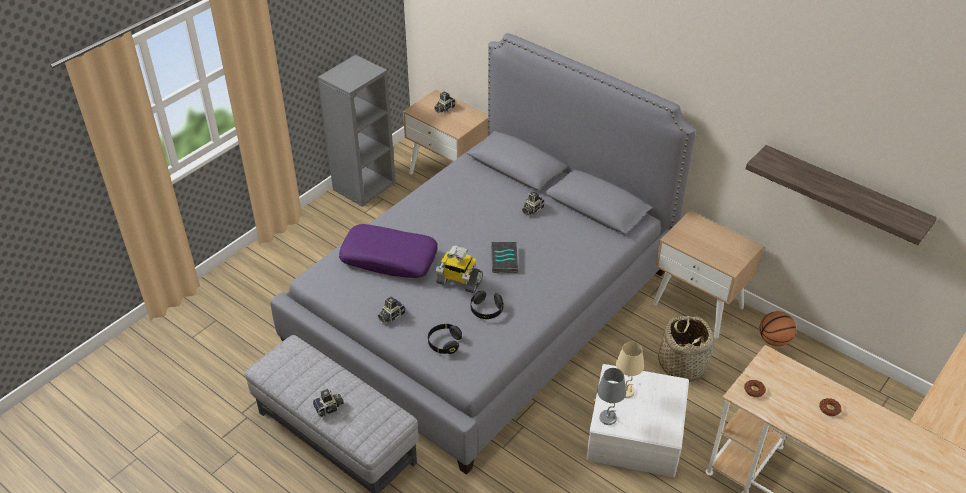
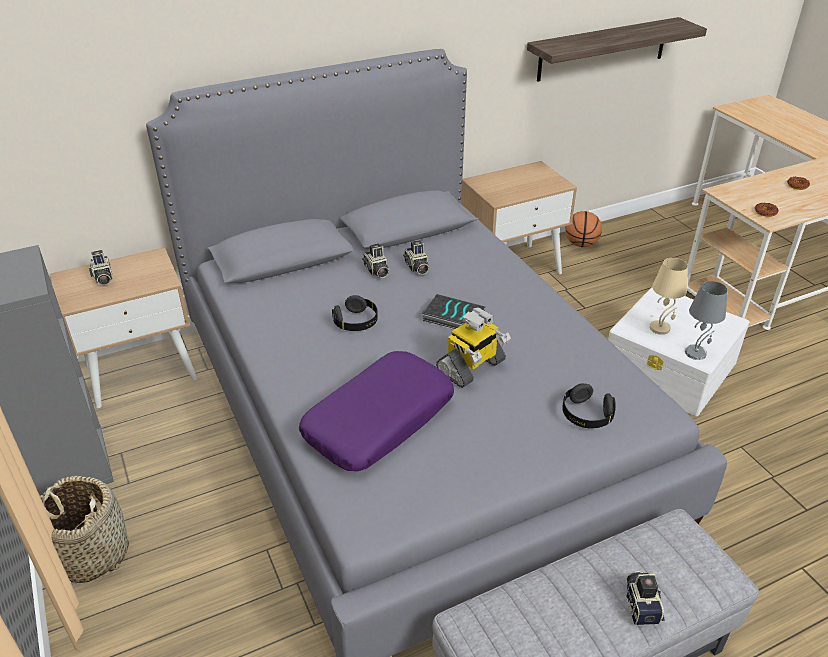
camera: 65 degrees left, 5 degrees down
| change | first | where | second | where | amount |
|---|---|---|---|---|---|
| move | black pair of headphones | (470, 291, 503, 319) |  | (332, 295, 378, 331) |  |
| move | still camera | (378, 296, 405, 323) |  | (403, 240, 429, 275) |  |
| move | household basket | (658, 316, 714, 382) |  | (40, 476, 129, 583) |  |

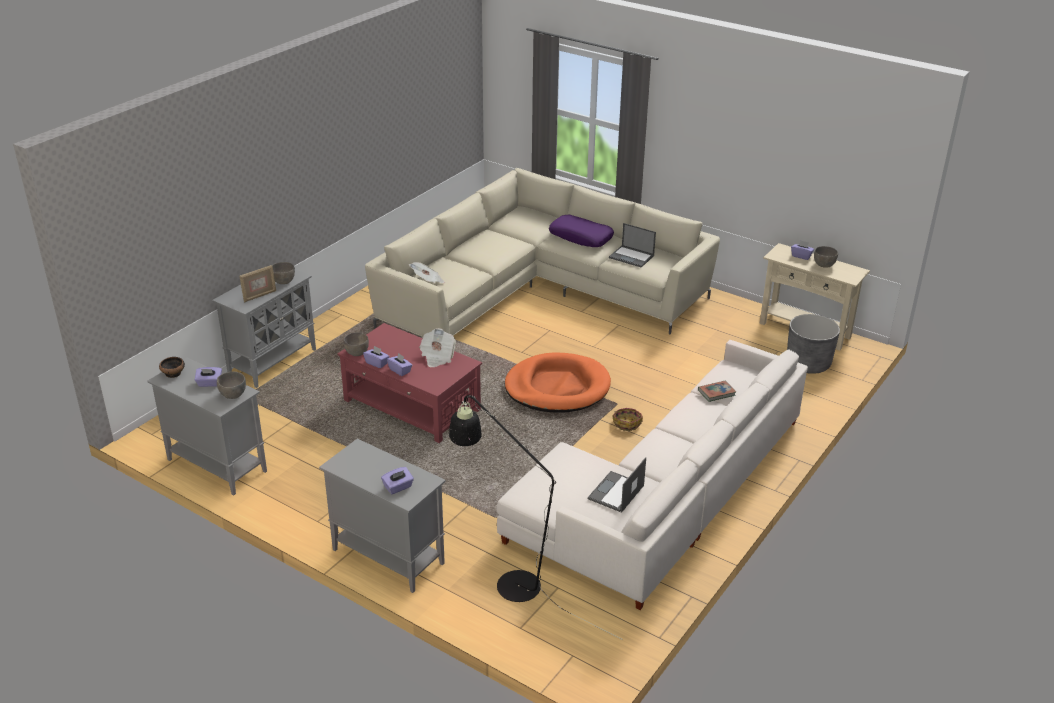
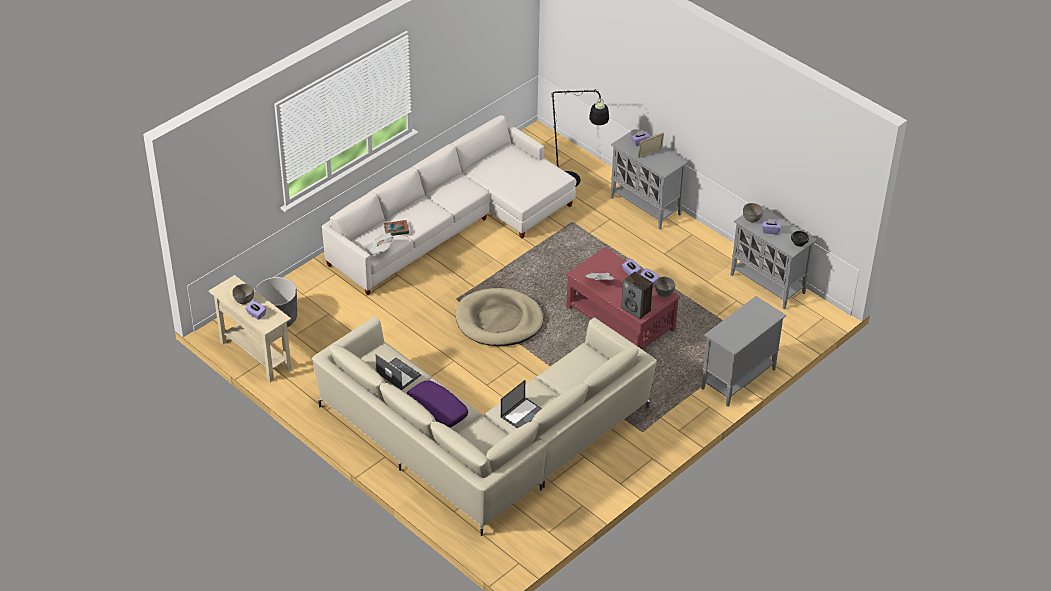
camera: 170 degrees left, 10 degrees up
| change | first | where | second | where | amount |
|---|---|---|---|---|---|
| delete | greyish deep dish | (272, 262, 295, 284) |  |  |  |
| move | printed paper | (409, 262, 445, 283) |  | (365, 233, 394, 256) |  |
| move | picture frame | (239, 265, 277, 302) |  | (638, 132, 664, 158) |  |
| recolor | orangey dog cushion | (505, 352, 611, 413) | sand-coloured dog cushion | (455, 288, 543, 346) |  |
| delete | household basket | (613, 408, 643, 431) |  |  |  |
| move | laptop | (588, 457, 646, 513) |  | (501, 380, 542, 429) |  |
| insert |  |  | speaker | (621, 272, 653, 319) |  |

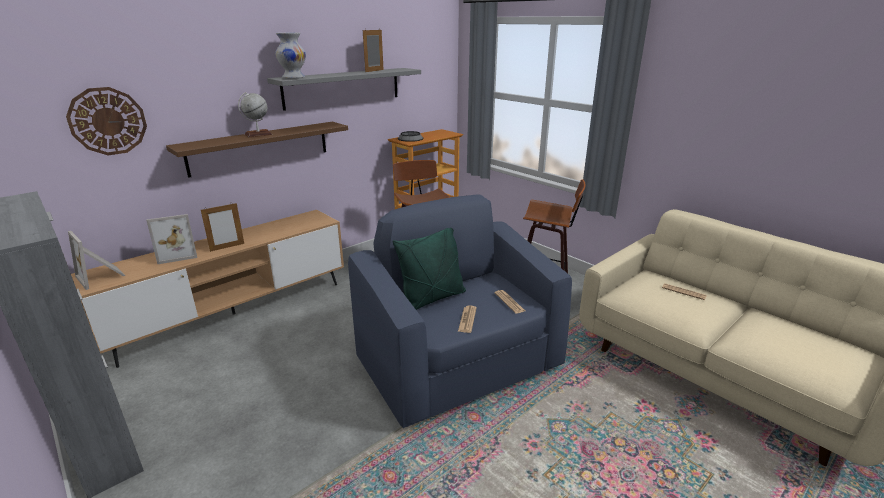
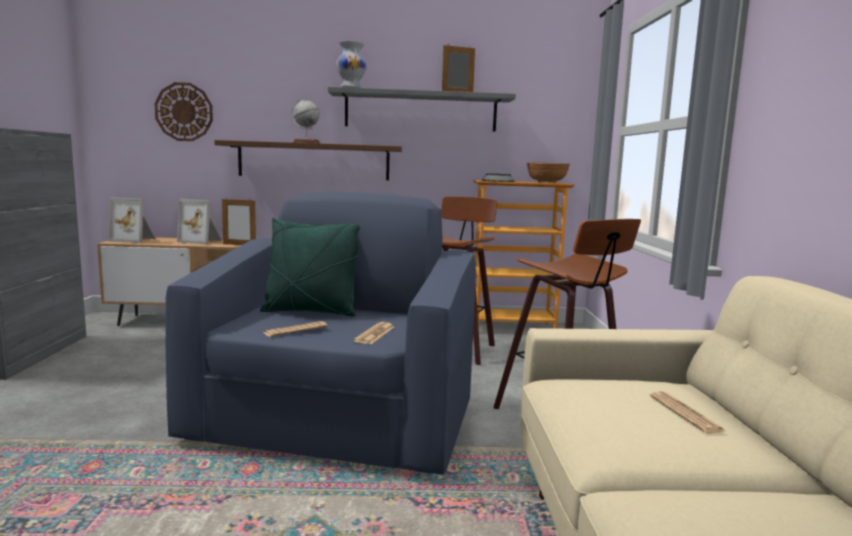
camera: 40 degrees right, 15 degrees down
| change | first | where | second | where | amount |
|---|---|---|---|---|---|
| rotate | picture frame | (68, 231, 126, 290) |  | (108, 197, 156, 243) | 75 degrees counterclockwise |
| insert |  |  | brown-coloured deep dish | (527, 162, 570, 183) |  |

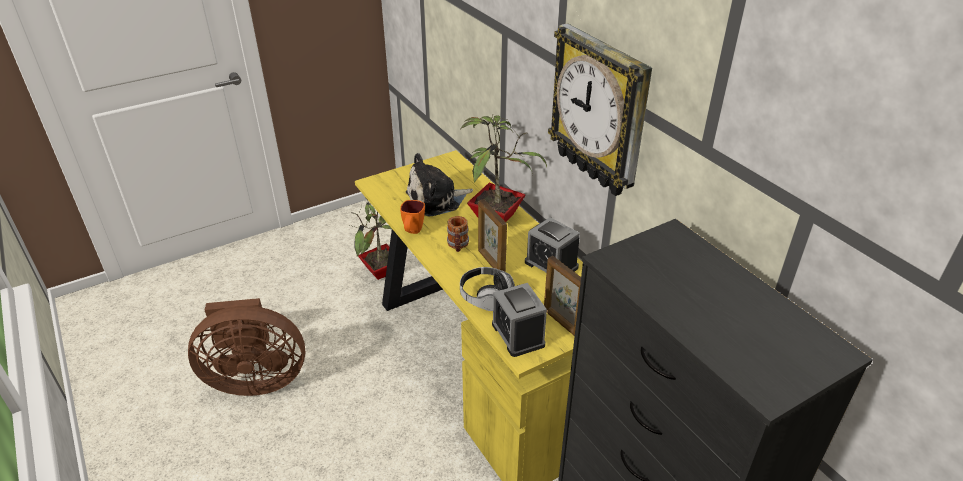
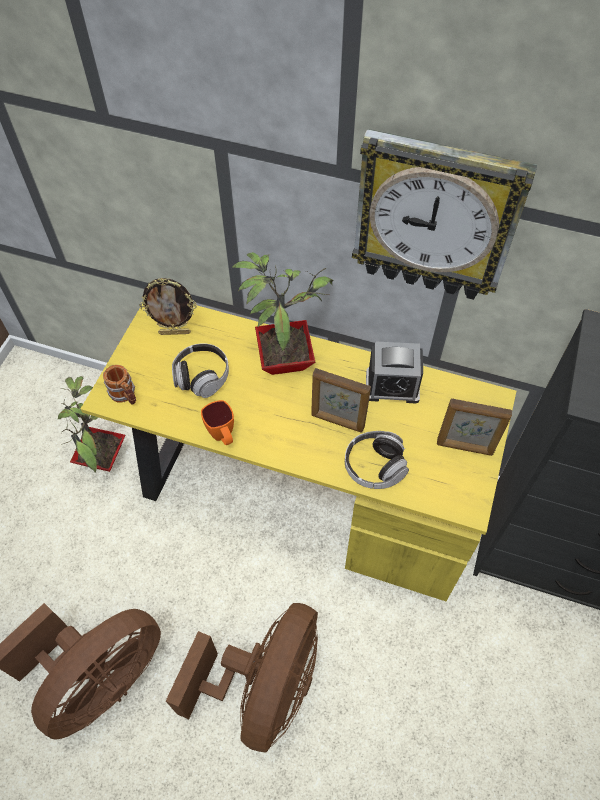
camera: 40 degrees left, 20 degrees up
| change | first | where | second | where | amount |
|---|---|---|---|---|---|
| replace | cuddly toy | (406, 153, 473, 217) | pair of headphones | (172, 343, 229, 398) |  |
| move | coffee mug | (447, 216, 469, 252) |  | (103, 365, 136, 405) |  |
| delete | bedside clock | (492, 283, 547, 357) |  |  |  |
| insert |  |  | picture frame | (139, 278, 197, 335) |  |
| insert |  |  | brown-coloured fan | (166, 603, 318, 752) |  |

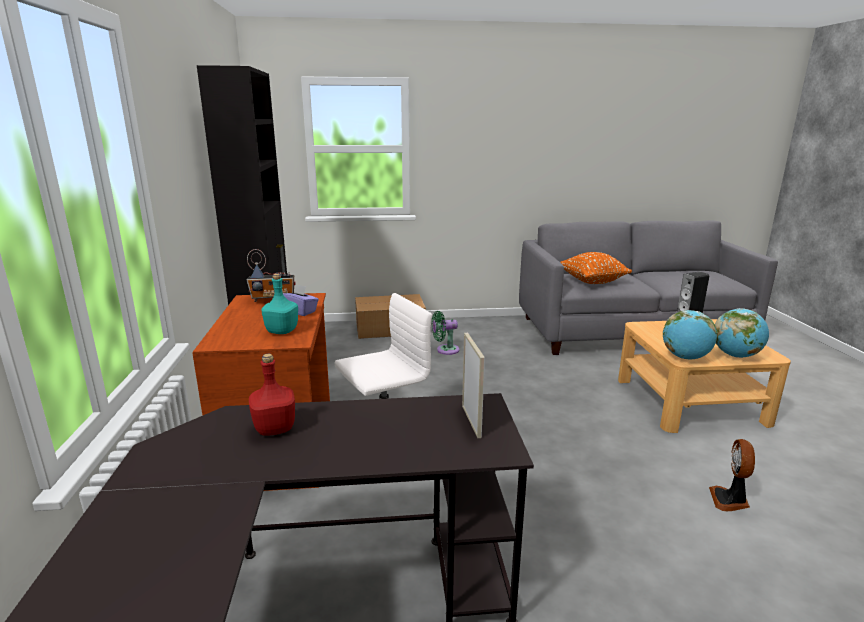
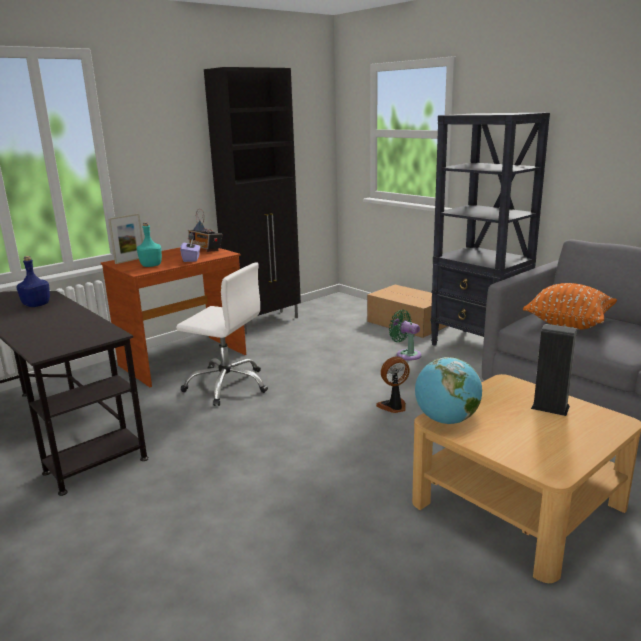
camera: 55 degrees right, 0 degrees up
| change | first | where | second | where | amount |
|---|---|---|---|---|---|
| delete | world globe | (715, 308, 769, 358) |  |  |  |
| move | picture frame | (462, 333, 485, 438) |  | (108, 214, 143, 264) |  |
| recolor | red-coloured beverage bottle | (249, 354, 295, 436) | bluish beverage bottle | (16, 256, 50, 307) |  |
| move | fan | (709, 439, 755, 511) |  | (376, 356, 410, 413) |  |
| insert |  |  | black bookcase | (431, 113, 550, 346) |  |

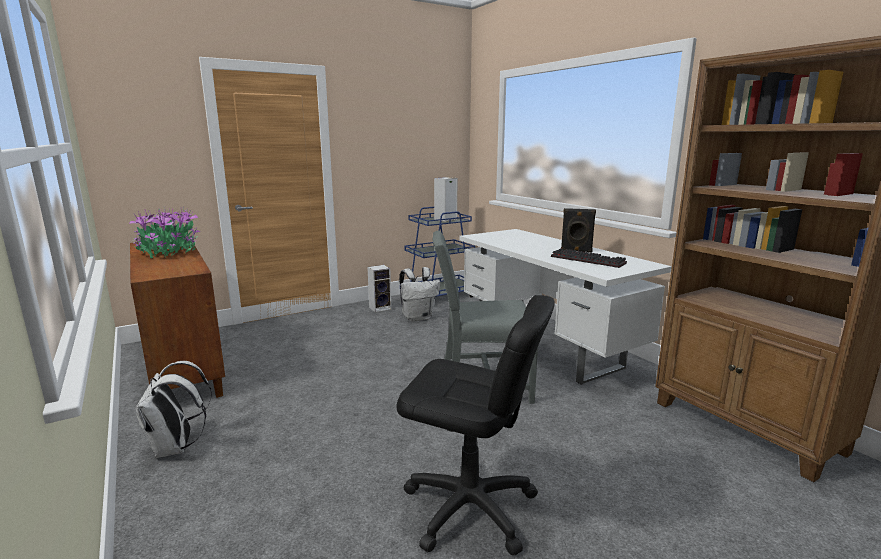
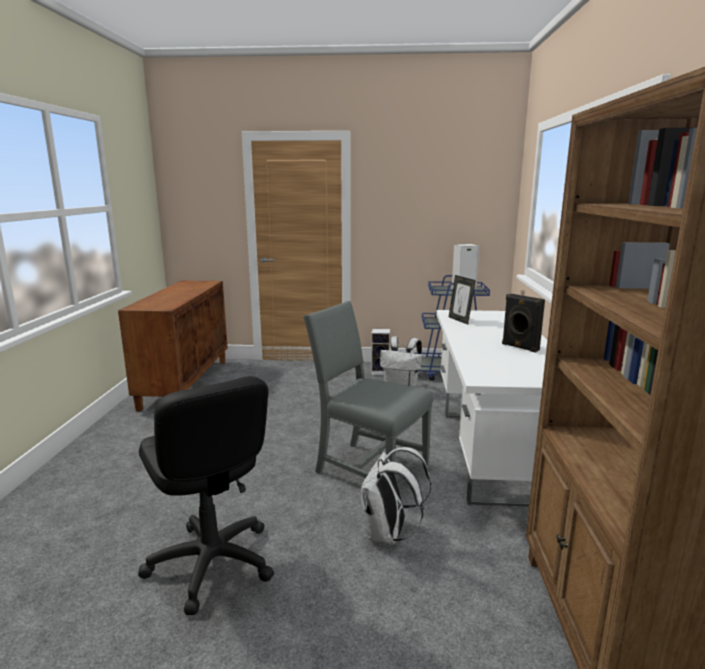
camera: 35 degrees right, 0 degrees up
| change | first | where | second | where | amount |
|---|---|---|---|---|---|
| delete | houseplant | (130, 208, 201, 258) |  |  |  |
| delete | PC keyboard | (551, 248, 627, 268) |  |  |  |
| move | white knapsack | (136, 361, 212, 458) |  | (361, 447, 431, 545) |  |
| insert |  |  | picture frame | (449, 275, 476, 324) |  |

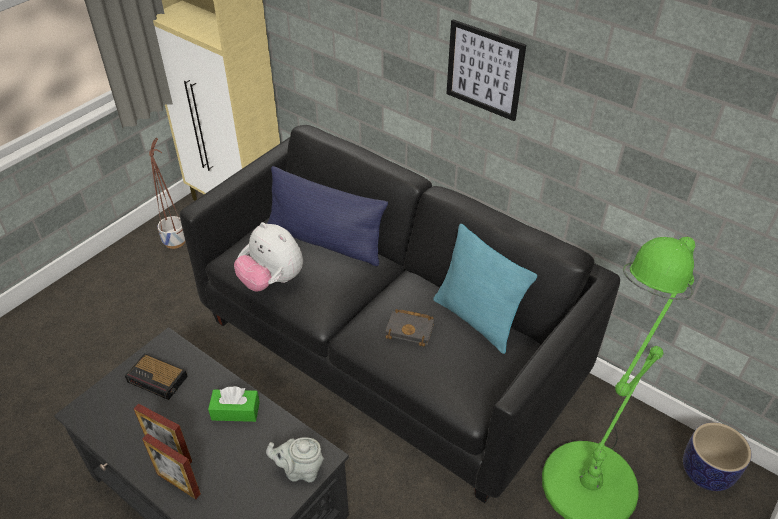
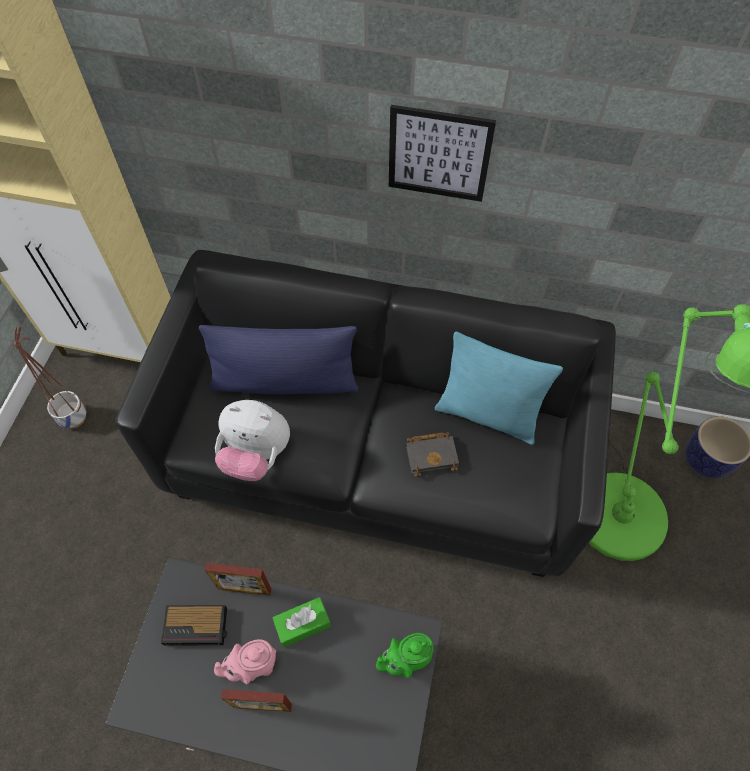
camera: 25 degrees left, 15 degrees up
| change | first | where | second | where | amount |
|---|---|---|---|---|---|
| move | picture frame | (142, 433, 201, 499) |  | (205, 563, 271, 596) |  |
| recolor | greyish pot for tea | (266, 437, 324, 482) | green-coloured pot for tea | (376, 633, 434, 678) |  |
| insert |  |  | pink-coloured pot for tea | (214, 639, 276, 684) |  |

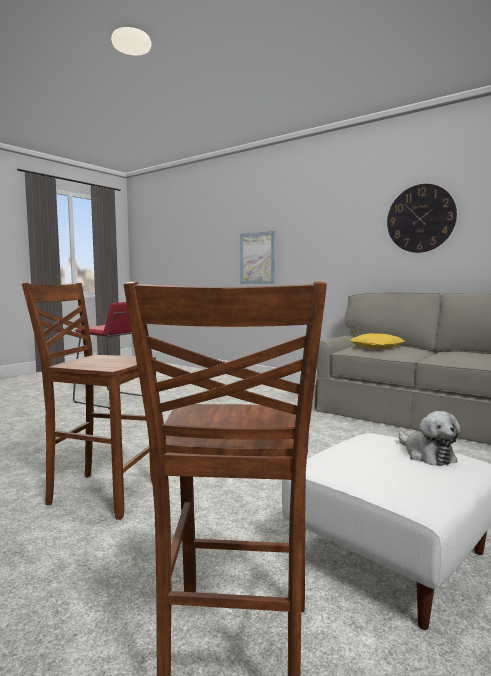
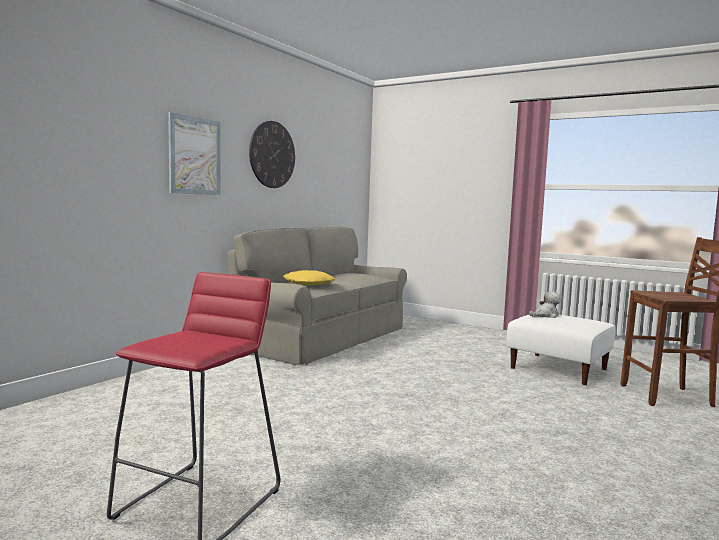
camera: 95 degrees left, 0 degrees up
| change | first | where | second | where | amount |
|---|---|---|---|---|---|
| move | picture | (240, 231, 275, 284) |  | (168, 112, 220, 195) |  |
| delete | brown-coloured stool | (22, 283, 156, 520) |  |  |  |

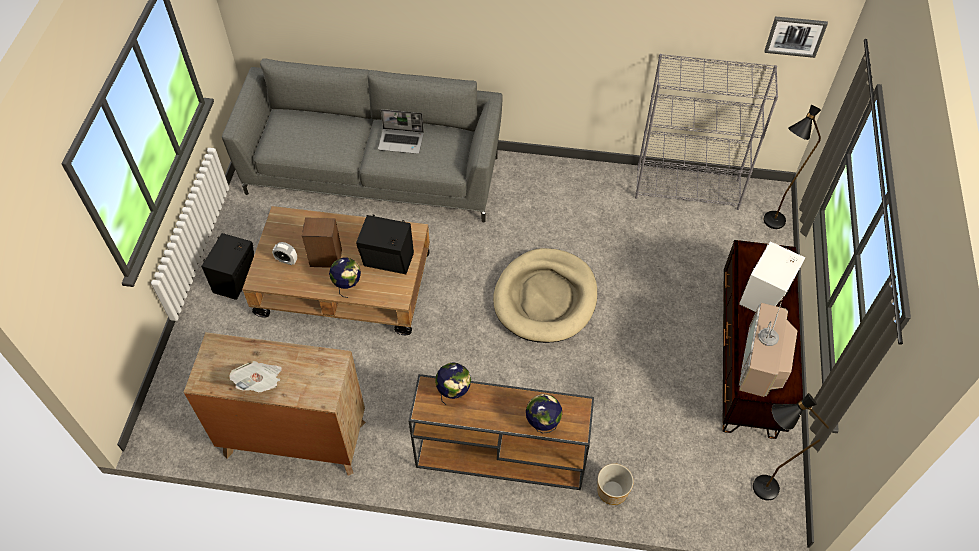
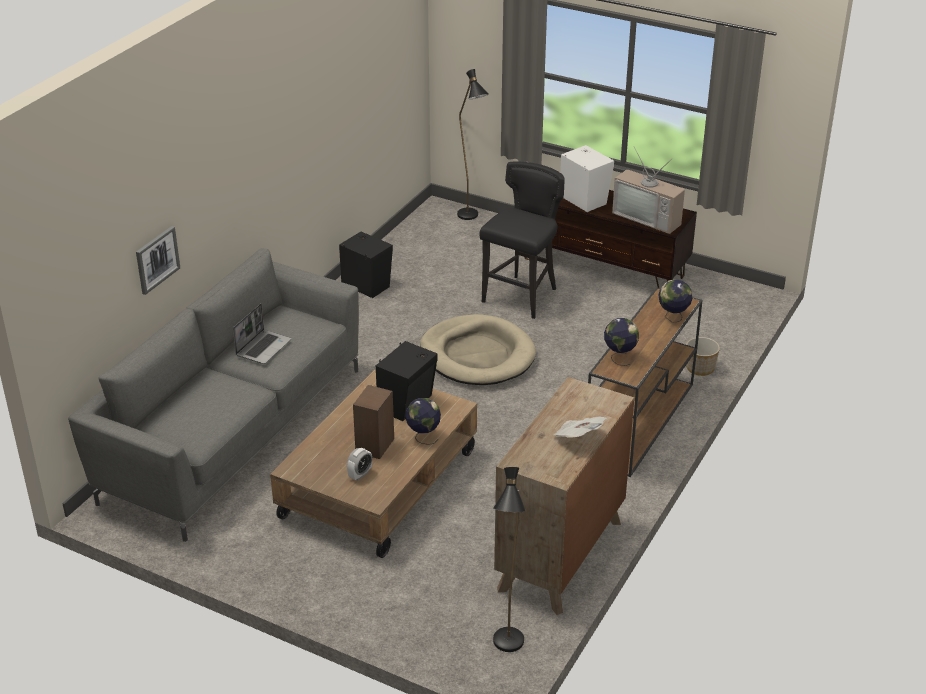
camera: 70 degrees left, 20 degrees down
| change | first | where | second | where | amount |
|---|---|---|---|---|---|
| move | picture | (765, 16, 828, 58) |  | (136, 226, 180, 295) |  |
| delete | greyish bookcase | (635, 54, 778, 210) |  |  |  |
| move | black speaker | (201, 233, 254, 300) |  | (339, 232, 393, 298) |  |
| move | black standing lamp | (753, 393, 829, 500) |  | (493, 467, 525, 652) |  |
| insert |  |  | black stool | (479, 161, 565, 319) |  |

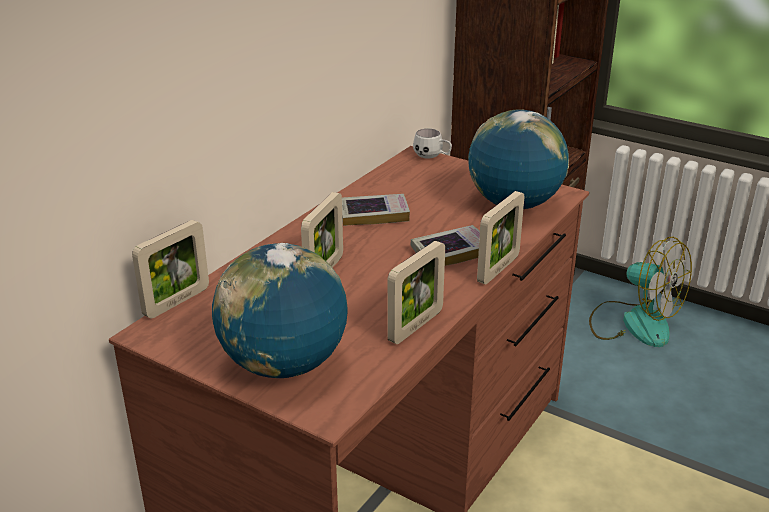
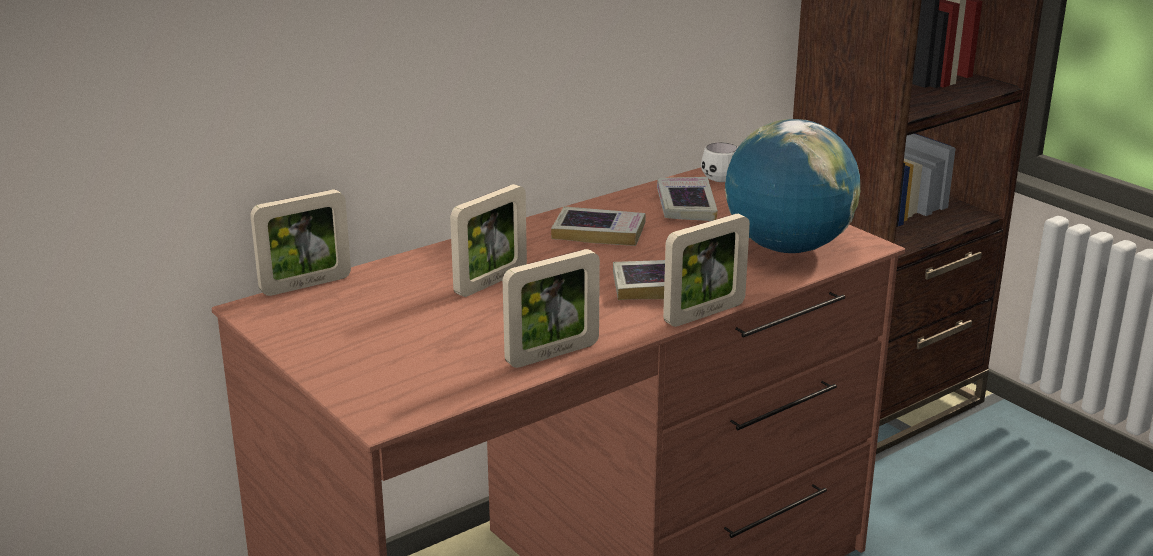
camera: 20 degrees right, 5 degrees down
| change | first | where | second | where | amount |
|---|---|---|---|---|---|
| delete | fan | (589, 237, 692, 347) |  |  |  |
| delete | world globe | (212, 243, 347, 378) |  |  |  |
| insert |  |  | book | (657, 177, 718, 221) |  |

